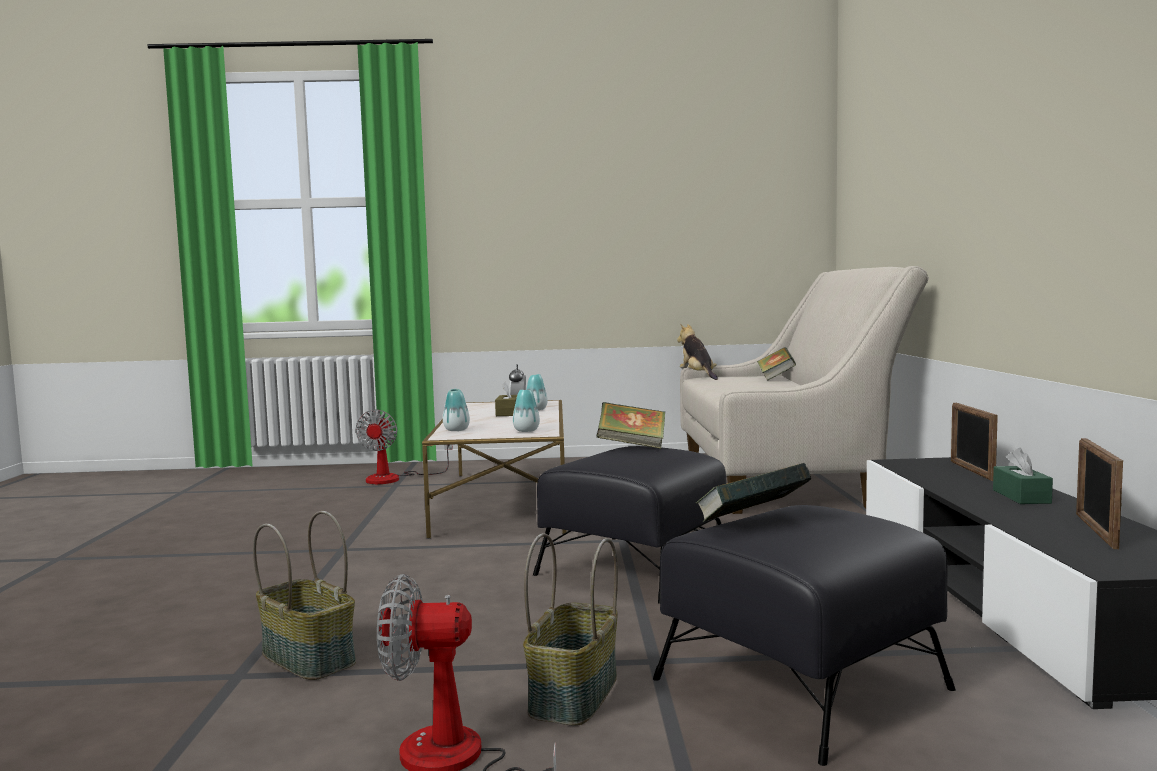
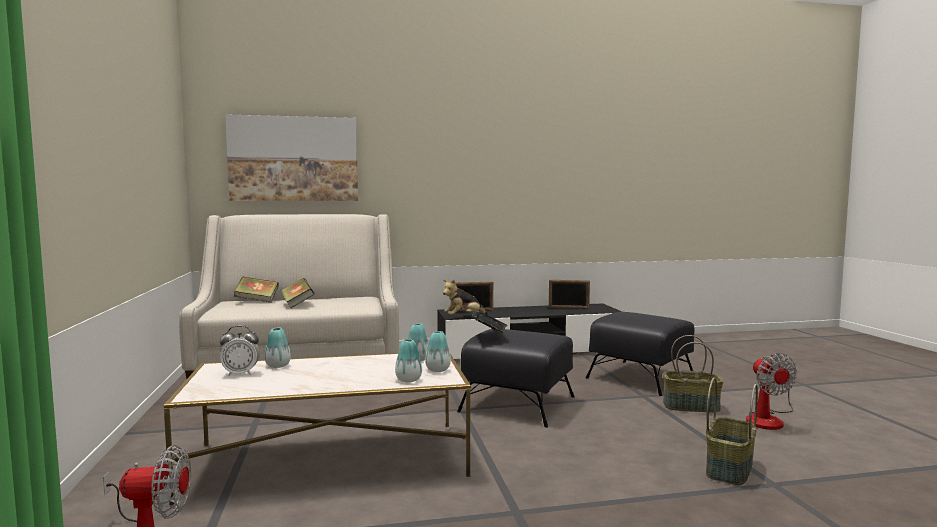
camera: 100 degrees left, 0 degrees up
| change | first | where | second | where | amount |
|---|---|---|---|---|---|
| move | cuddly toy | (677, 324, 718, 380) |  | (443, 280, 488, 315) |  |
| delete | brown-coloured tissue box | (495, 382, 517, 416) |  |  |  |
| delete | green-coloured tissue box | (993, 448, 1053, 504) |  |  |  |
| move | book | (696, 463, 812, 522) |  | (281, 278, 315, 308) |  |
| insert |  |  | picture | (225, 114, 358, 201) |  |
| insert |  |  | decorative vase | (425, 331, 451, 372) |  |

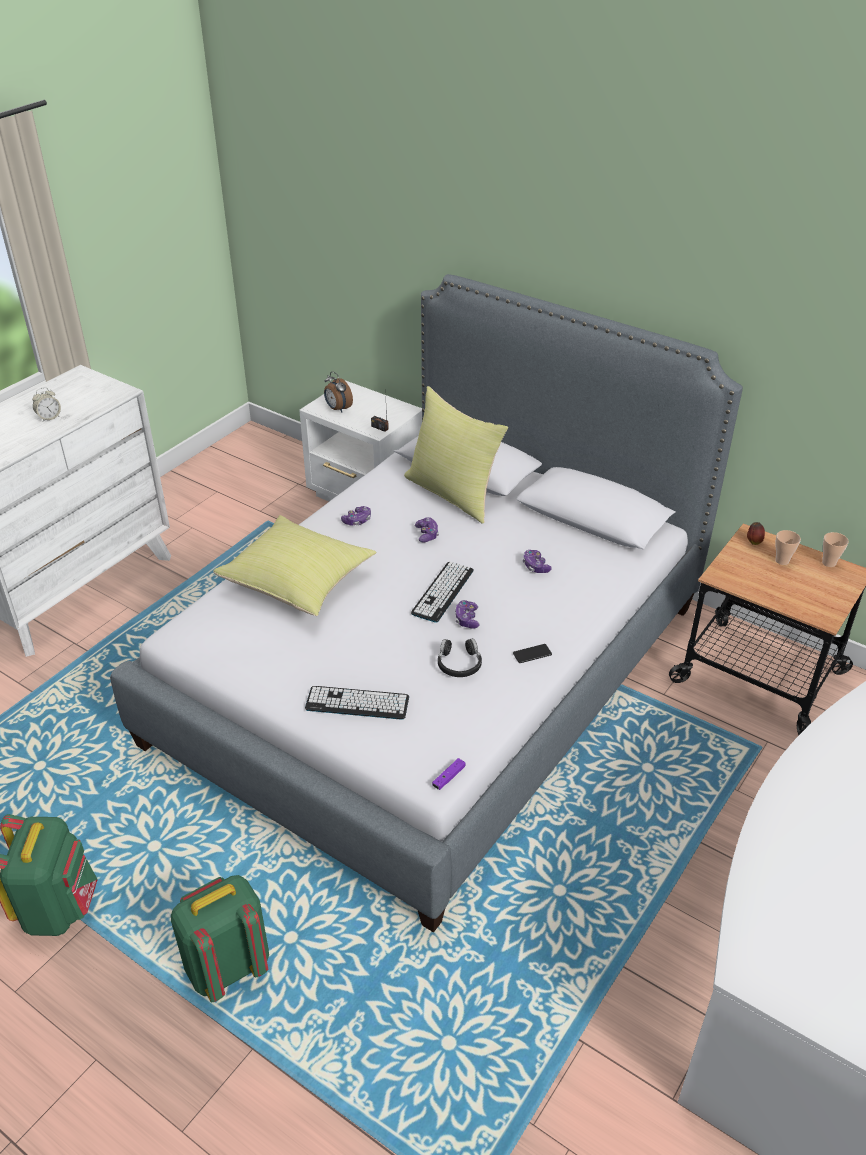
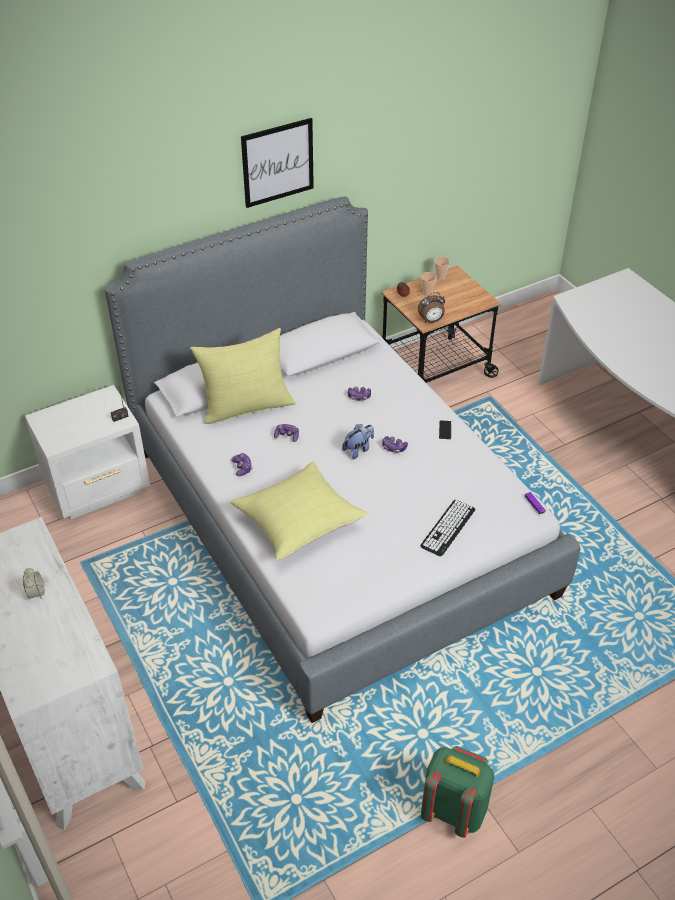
camera: 65 degrees left, 5 degrees up
| change | first | where | second | where | amount |
|---|---|---|---|---|---|
| move | bedside clock | (324, 371, 353, 412) |  | (418, 292, 445, 323) |  |
| replace | PC keyboard | (411, 562, 474, 623) | cuddly toy | (342, 424, 374, 459) |  |
| delete | black pair of headphones | (438, 638, 482, 677) |  |  |  |
| delete | green-coloured knapsack | (171, 875, 269, 1002) |  |  |  |
| insert |  |  | picture | (241, 118, 314, 208) |  |

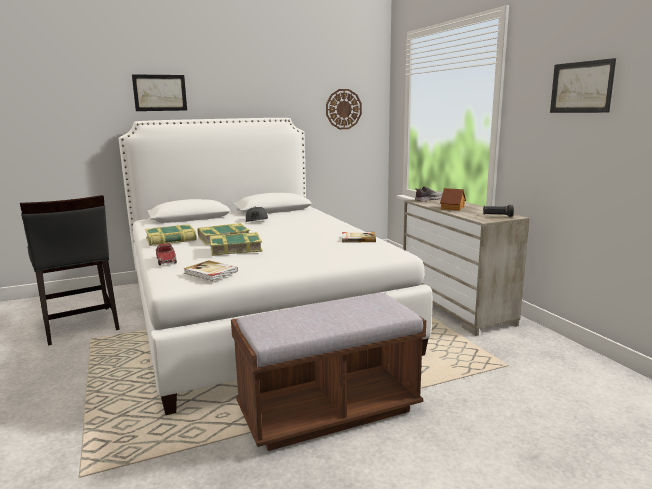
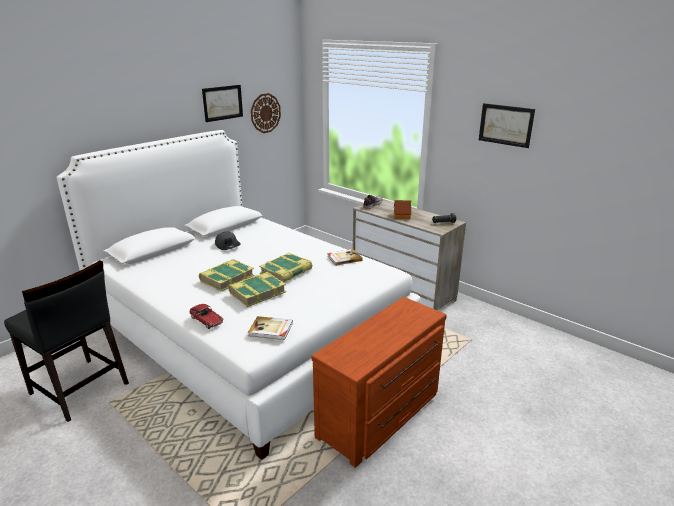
camera: 25 degrees left, 10 degrees up
| change | first | where | second | where | amount |
|---|---|---|---|---|---|
| move | picture | (132, 74, 187, 111) |  | (202, 85, 243, 122) |  |
| move | book | (145, 224, 196, 246) |  | (259, 253, 312, 282) |  |
| replace | brown-coloured long seat | (231, 292, 426, 451) | brown-coloured drawer chest | (312, 297, 447, 468) |  |

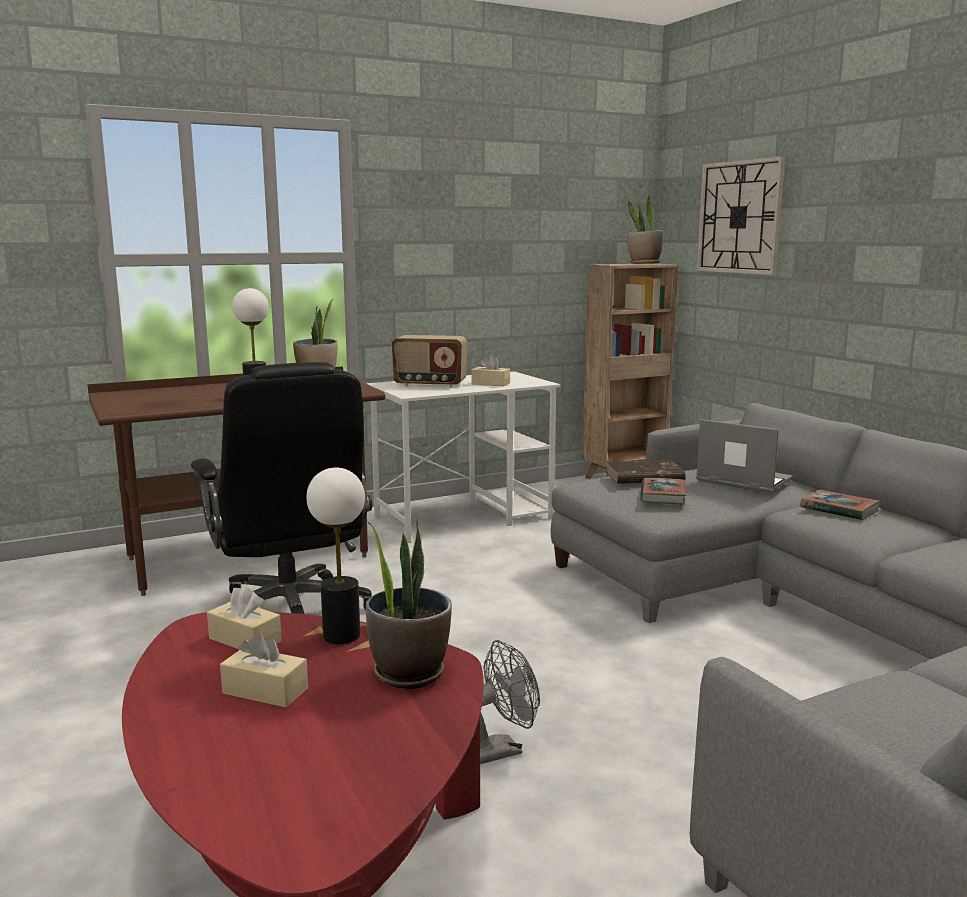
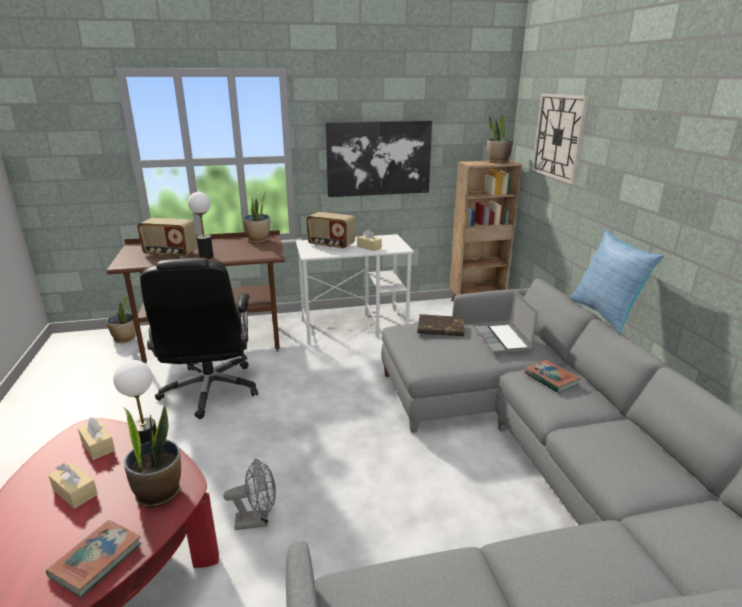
camera: 15 degrees right, 10 degrees up
| change | first | where | second | where | amount |
|---|---|---|---|---|---|
| rotate | laptop | (696, 419, 793, 493) |  | (475, 290, 538, 354) | 150 degrees counterclockwise |
| move | book | (640, 478, 686, 504) |  | (46, 520, 142, 598) |  |
| insert |  |  | picture | (325, 120, 432, 197) |  |
| insert |  |  | radio receiver | (137, 218, 197, 258) |  |
| insert |  |  | cushion | (570, 229, 664, 334) |  |
| insert |  |  | houseplant | (106, 294, 136, 343) |  |

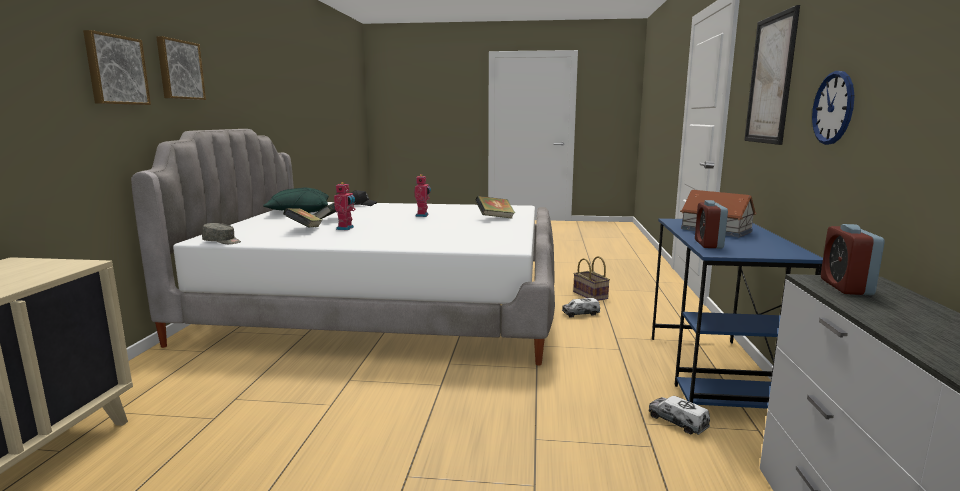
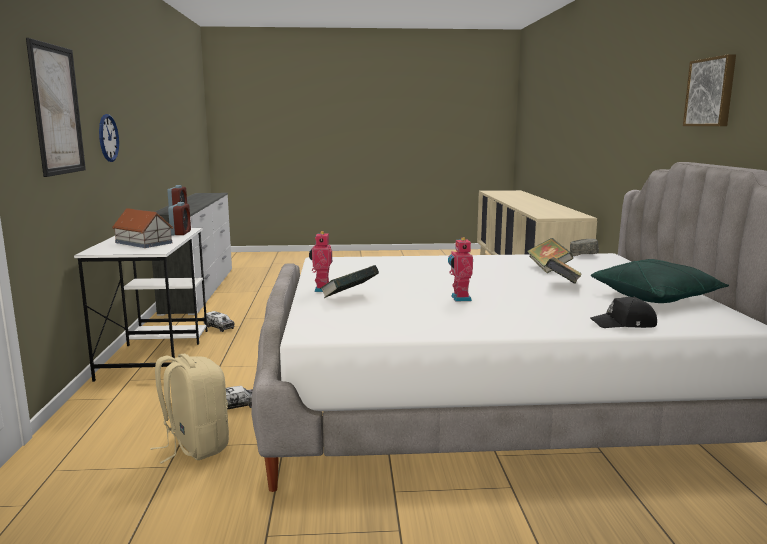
camera: 170 degrees right, 0 degrees up
| change | first | where | second | where | amount |
|---|---|---|---|---|---|
| delete | picture | (83, 30, 151, 105) |  |  |  |
| move | model robot | (334, 182, 355, 230) |  | (309, 231, 332, 292) |  |
| recolor | bluish desk | (652, 218, 823, 409) | white desk | (74, 228, 208, 382) |  |
| replace | household basket | (573, 256, 610, 301) | sand-coloured knapsack | (150, 354, 229, 464) |  |

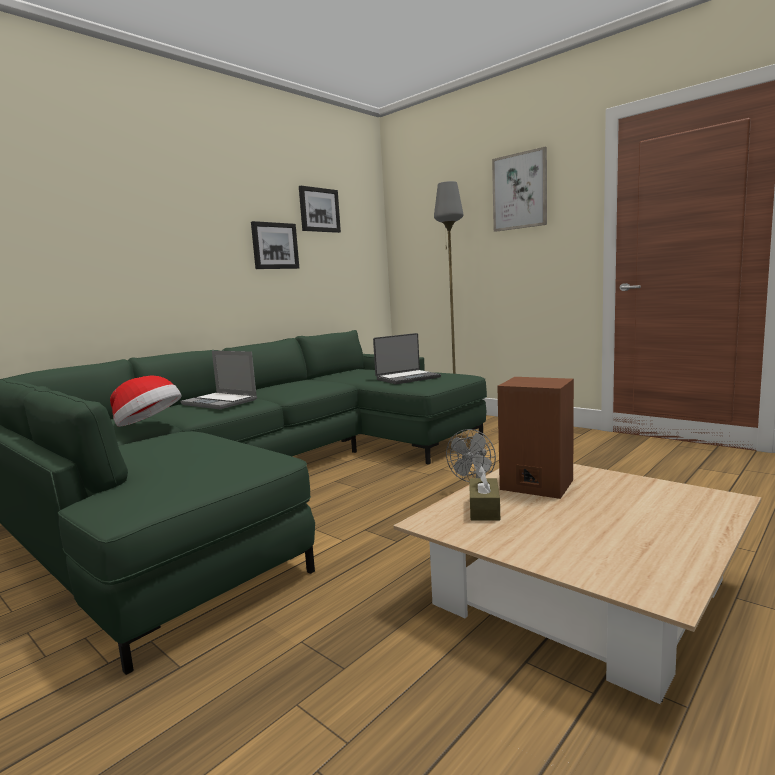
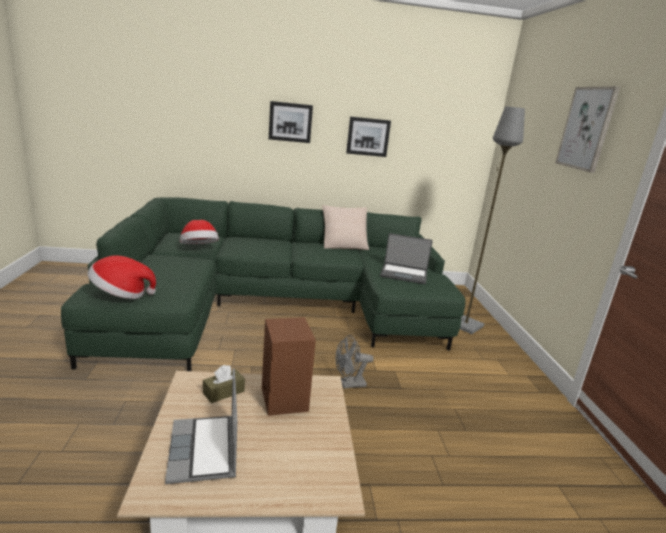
camera: 40 degrees right, 10 degrees up
| change | first | where | second | where | amount |
|---|---|---|---|---|---|
| move | picture | (299, 186, 341, 233) |  | (269, 101, 313, 143) |  |
| move | laptop | (181, 351, 257, 409) |  | (165, 368, 237, 484) |  |
| insert |  |  | sand-coloured cushion | (323, 205, 369, 250) |  |
| insert |  |  | hat | (88, 255, 156, 299) |  |

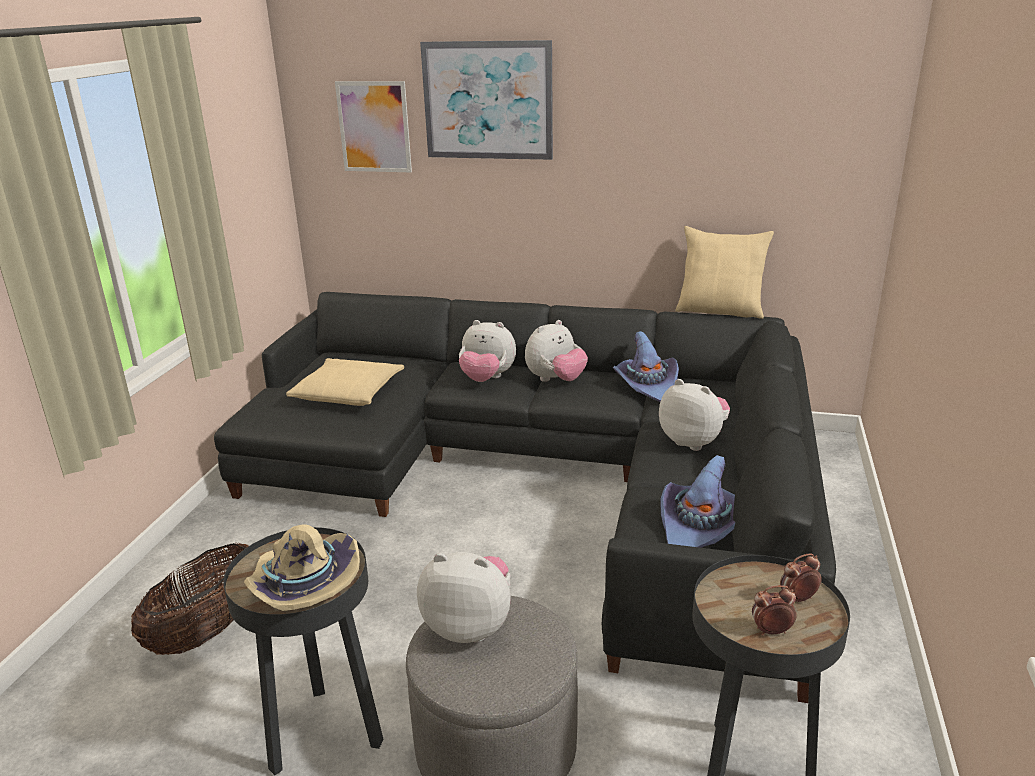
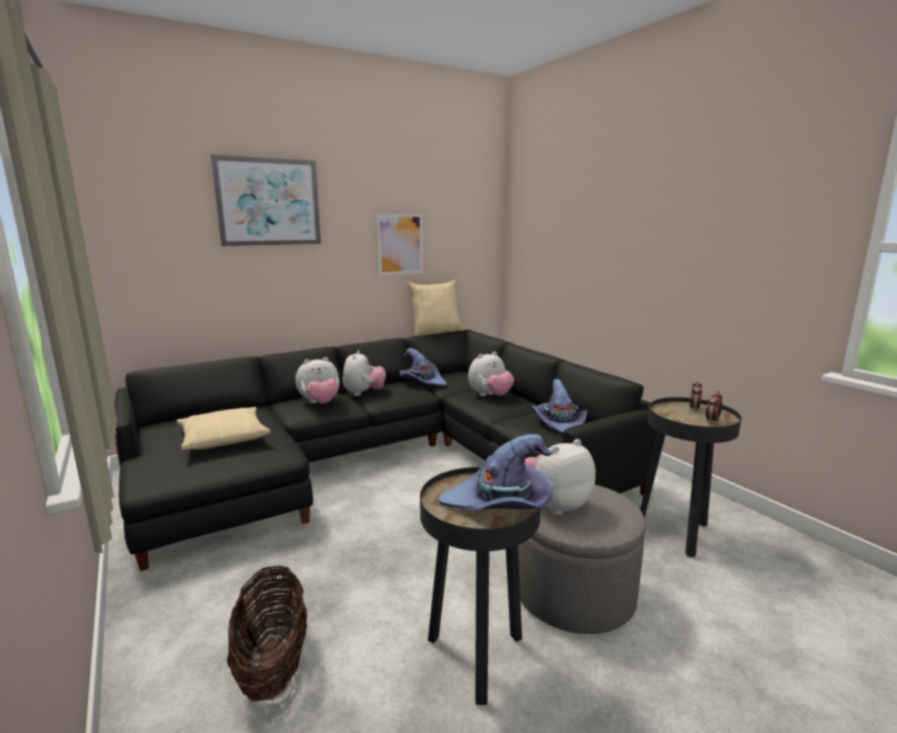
camera: 45 degrees left, 10 degrees down
| change | first | where | second | where | amount |
|---|---|---|---|---|---|
| move | picture | (335, 81, 412, 172) |  | (377, 214, 423, 275) |  |
| rotate | cuddly toy | (659, 379, 730, 451) |  | (468, 351, 514, 396) | 150 degrees clockwise |
| recolor | sand-coloured hat | (244, 524, 360, 611) | purple-coloured hat | (439, 434, 553, 511) |  |

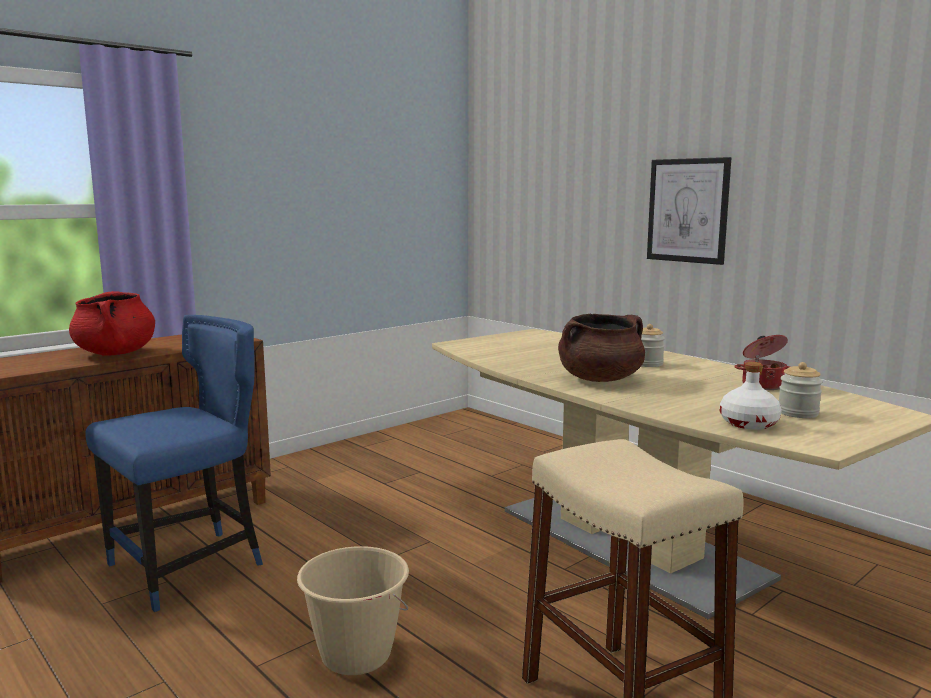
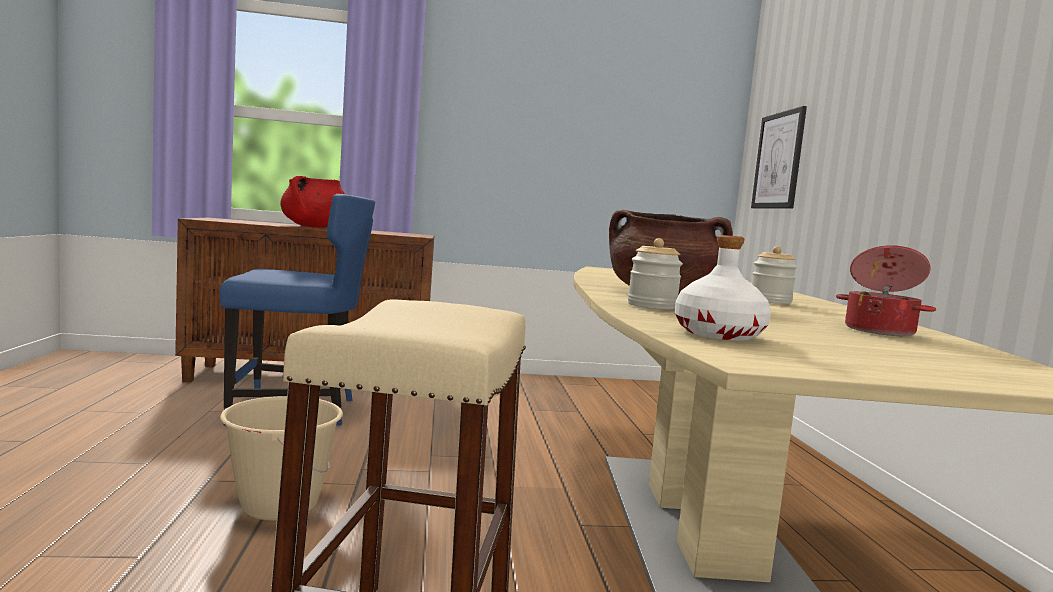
camera: 35 degrees right, 5 degrees down
| change | first | where | second | where | amount |
|---|---|---|---|---|---|
| move | picture | (647, 157, 731, 265) |  | (751, 106, 807, 208) |  |
| move | storage jar | (779, 362, 823, 418) |  | (628, 238, 683, 310) |  |

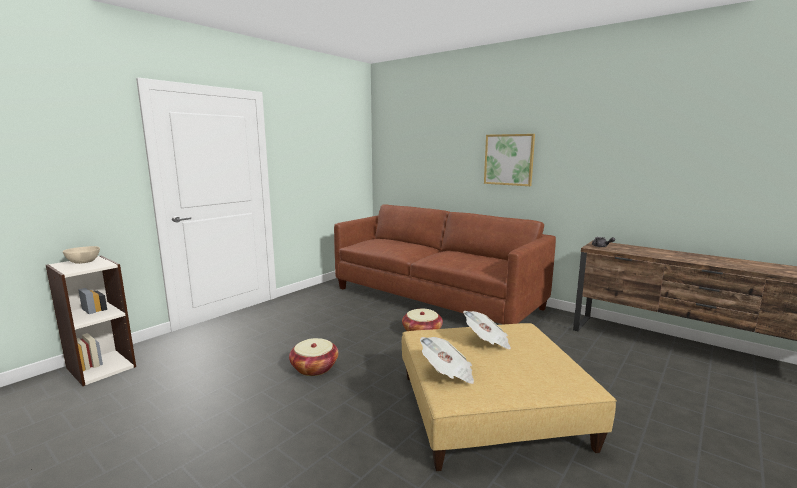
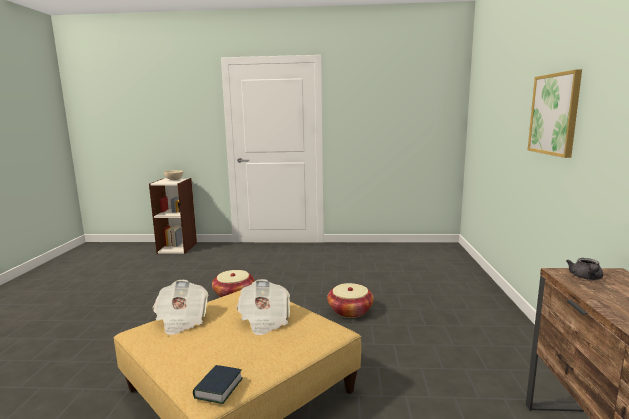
camera: 55 degrees right, 0 degrees up
| change | first | where | second | where | amount |
|---|---|---|---|---|---|
| delete | brown-coloured couch | (334, 204, 556, 325) |  |  |  |
| insert |  |  | book | (193, 365, 243, 404) |  |

